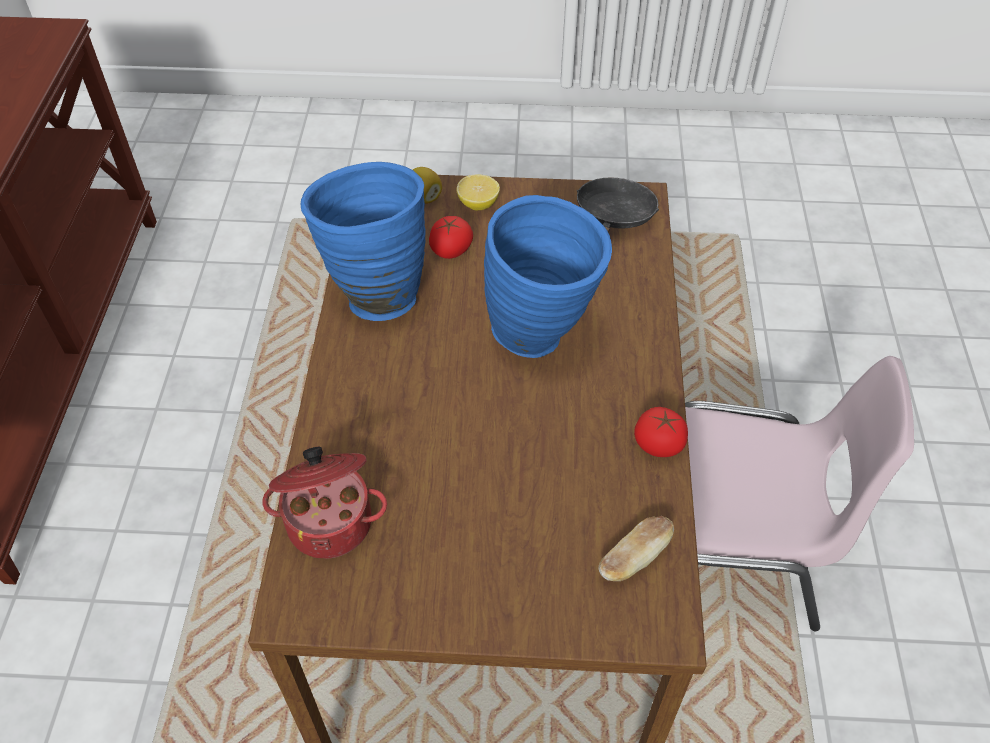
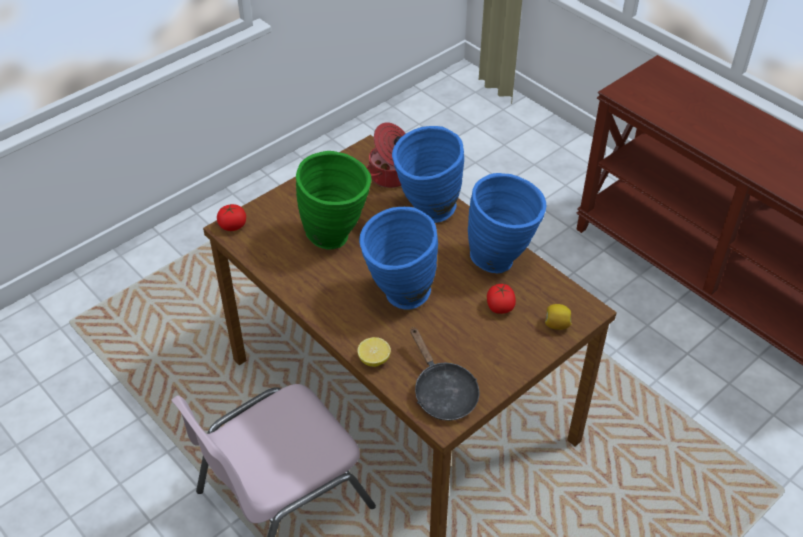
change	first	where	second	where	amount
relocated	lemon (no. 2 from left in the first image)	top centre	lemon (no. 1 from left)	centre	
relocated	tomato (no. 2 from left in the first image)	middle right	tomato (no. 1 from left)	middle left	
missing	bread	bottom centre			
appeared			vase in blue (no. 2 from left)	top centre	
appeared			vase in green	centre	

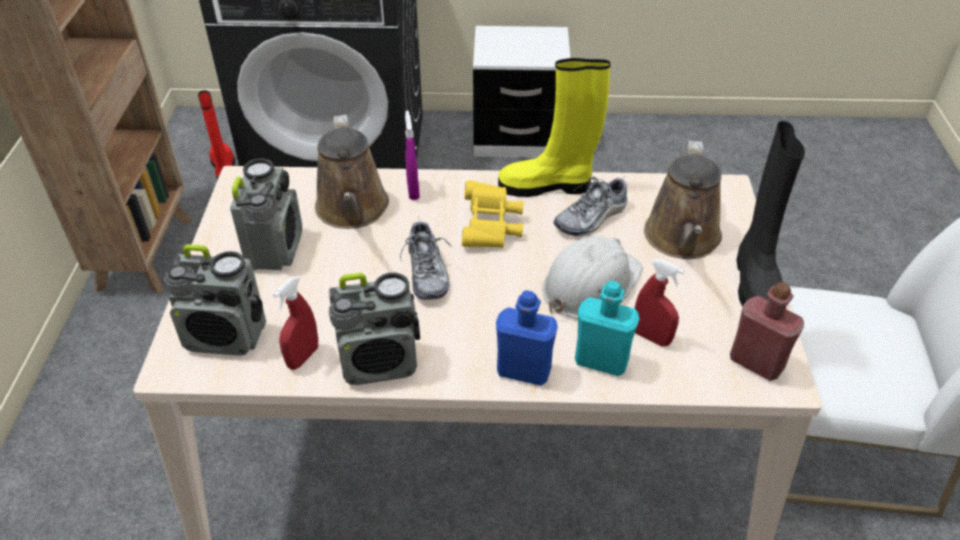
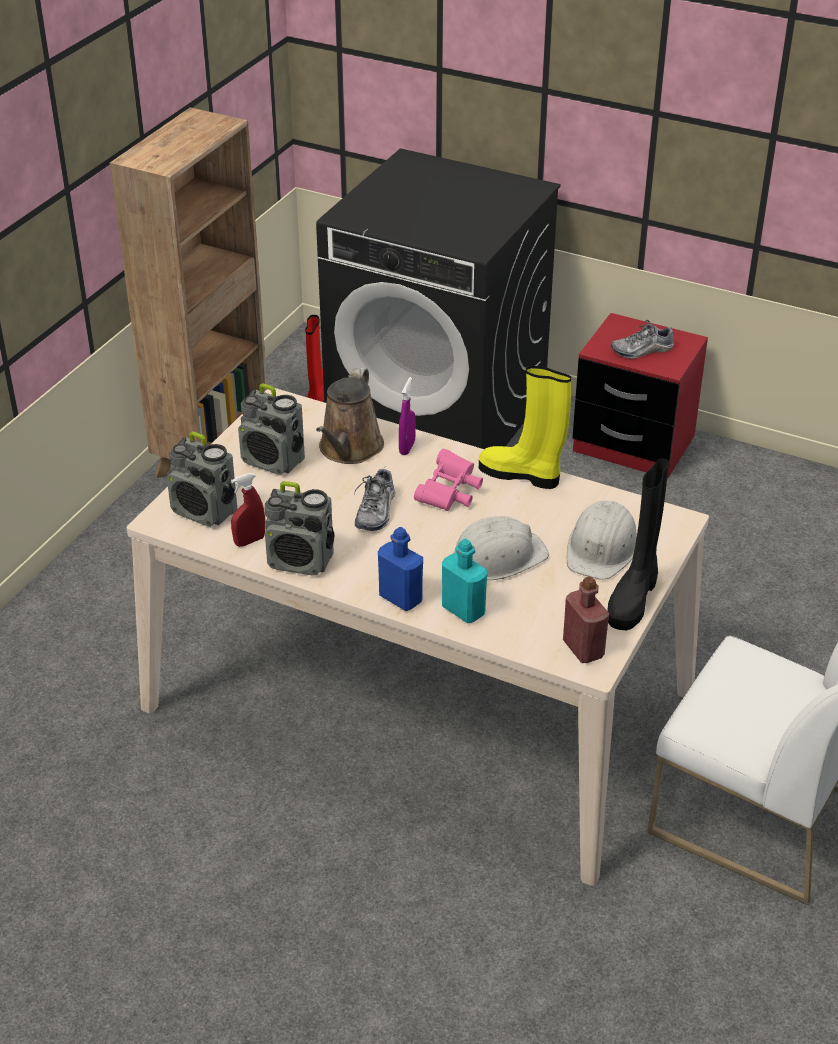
change	first	where	second	where	amount
colour	nightstand in white	top centre	nightstand in red	middle right	
exchanged	watering can in brown (no. 2 from left)	middle right	hard hat in white (no. 2 from left)	middle right	
spun	radio (no. 2 from left)	middle left		middle left	90 degrees clockwise
relocated	shoe (no. 2 from left)	centre		top right	
colour	binoculars in yellow	centre	binoculars in pink	centre	
missing	spray bottle in red (no. 2 from left)	middle right			

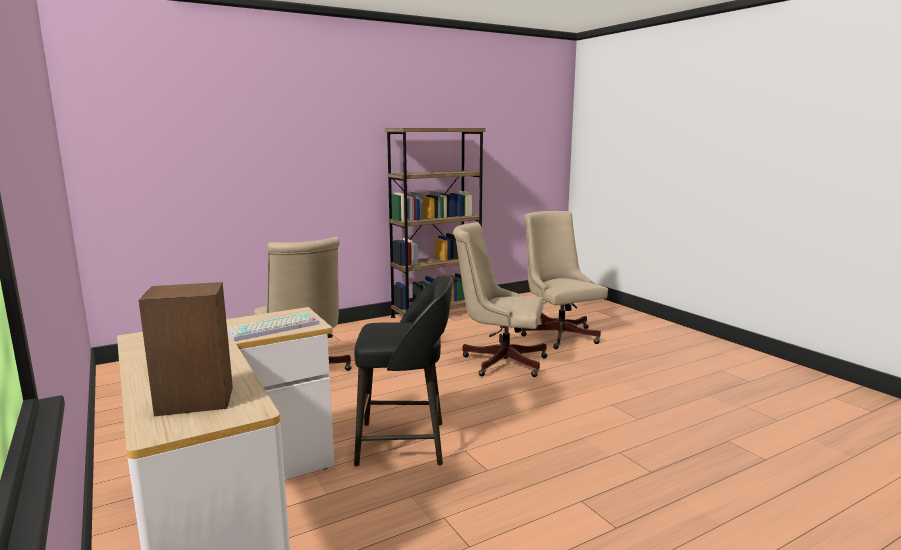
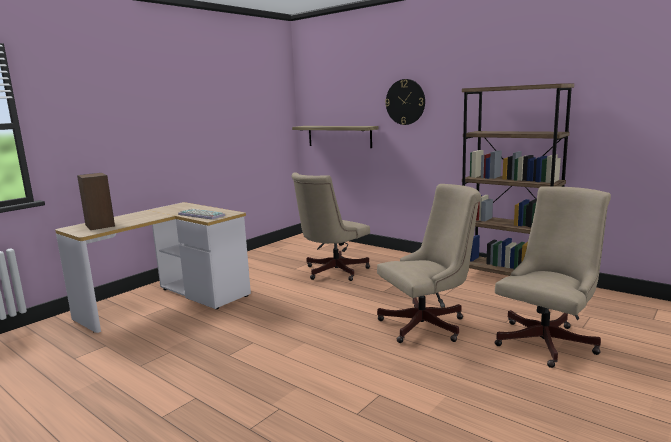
change	first	where	second	where	amount
spun	office chair in beige (no. 2 from left)	centre		centre	75 degrees clockwise
missing	stool in black	bottom centre			
appeared			wall clock	top centre	
appeared			shelf	top centre	

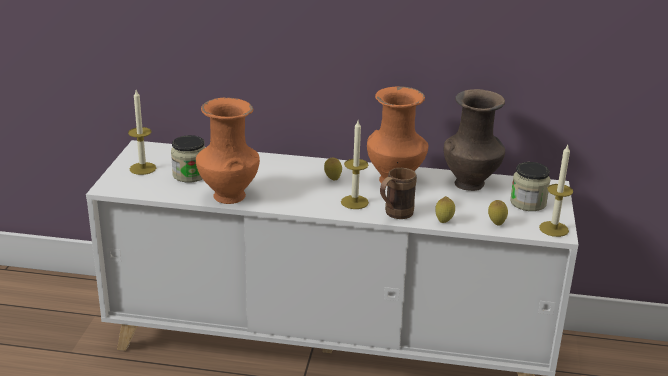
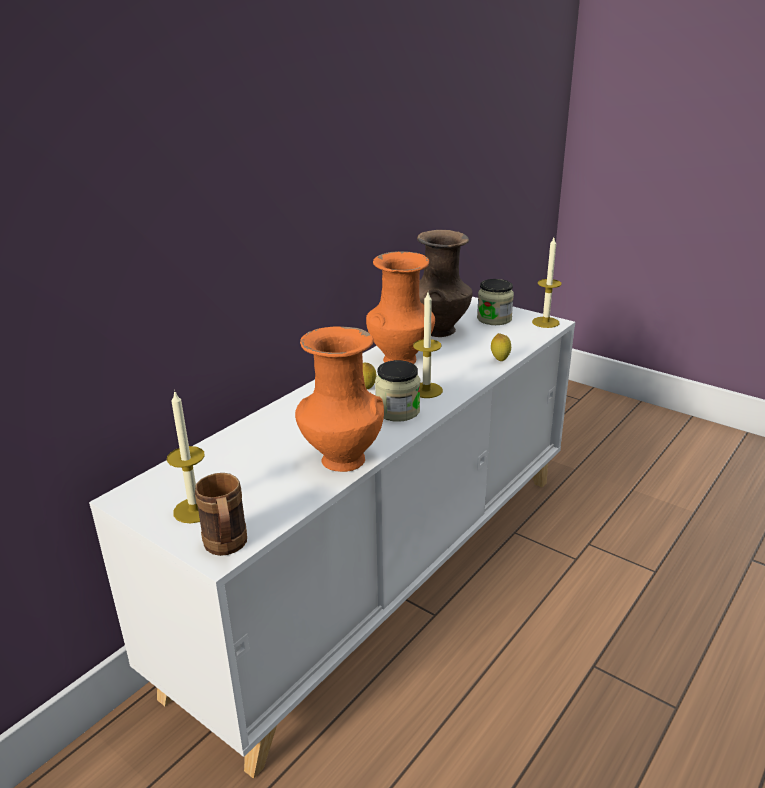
change	first	where	second	where	amount
relocated	jar (no. 1 from left)	middle left		centre	
relocated	mug in brown	centre		middle left	
missing	lemon (no. 3 from left)	middle right			

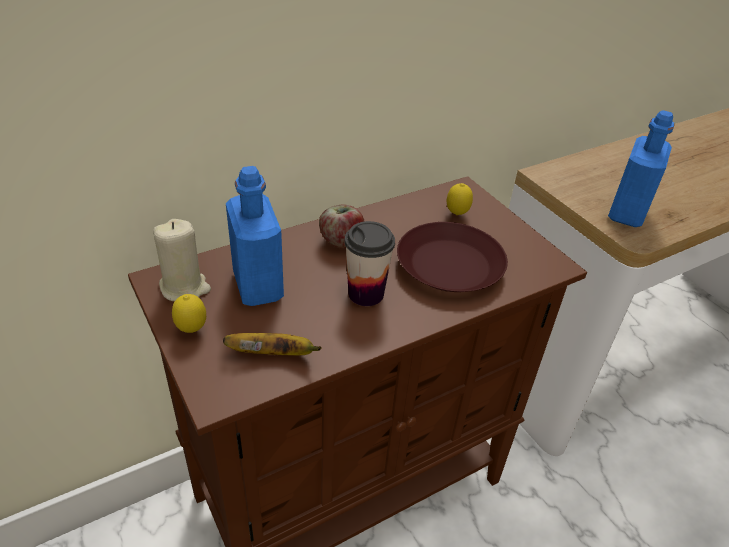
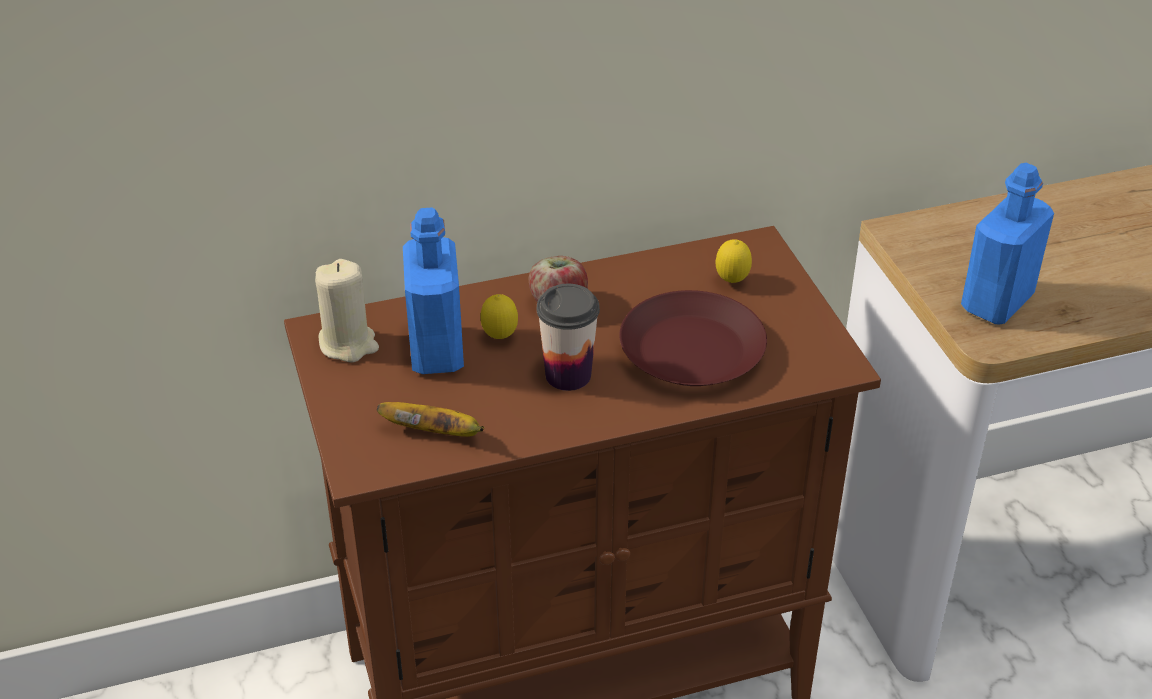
change	first	where	second	where	amount
relocated	lemon (no. 1 from left)	middle left		centre	

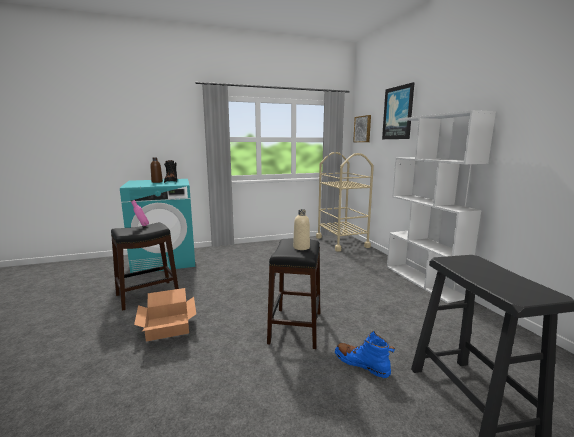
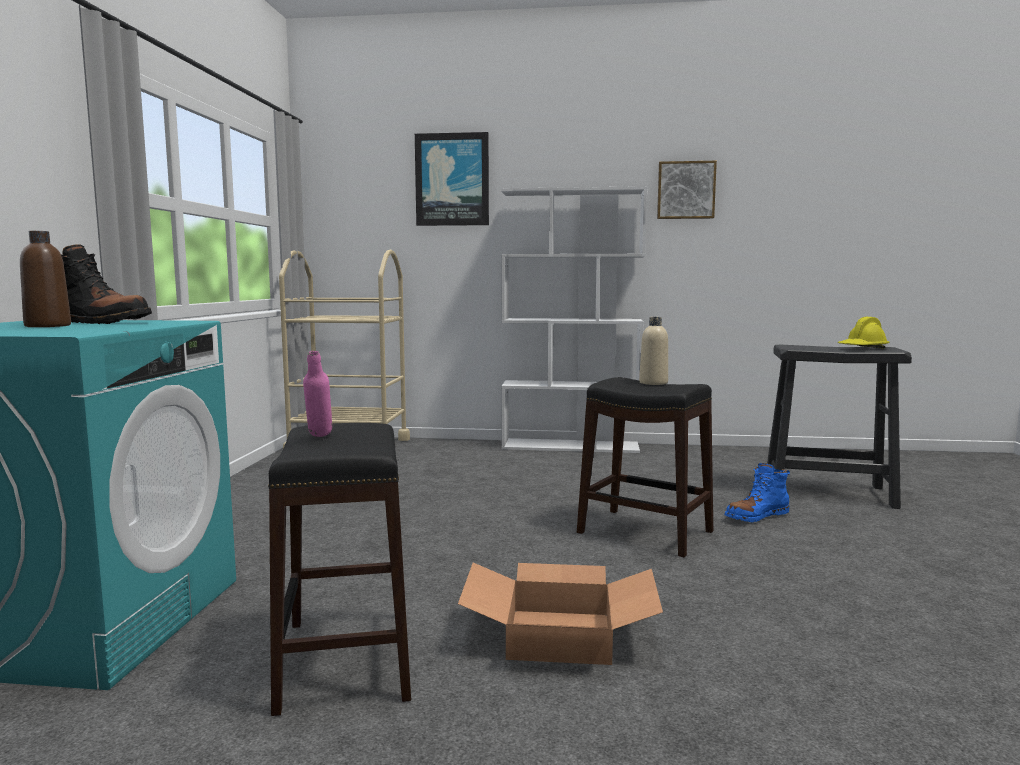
change	first	where	second	where	amount
relocated	picture (no. 1 from left in the first image)	top centre	picture (no. 2 from left)	top right	
appeared			hard hat in yellow	middle right	

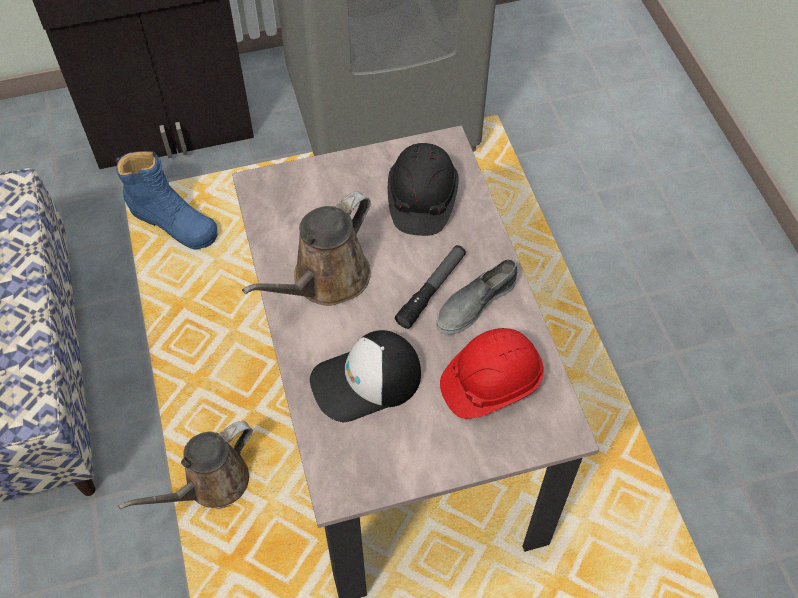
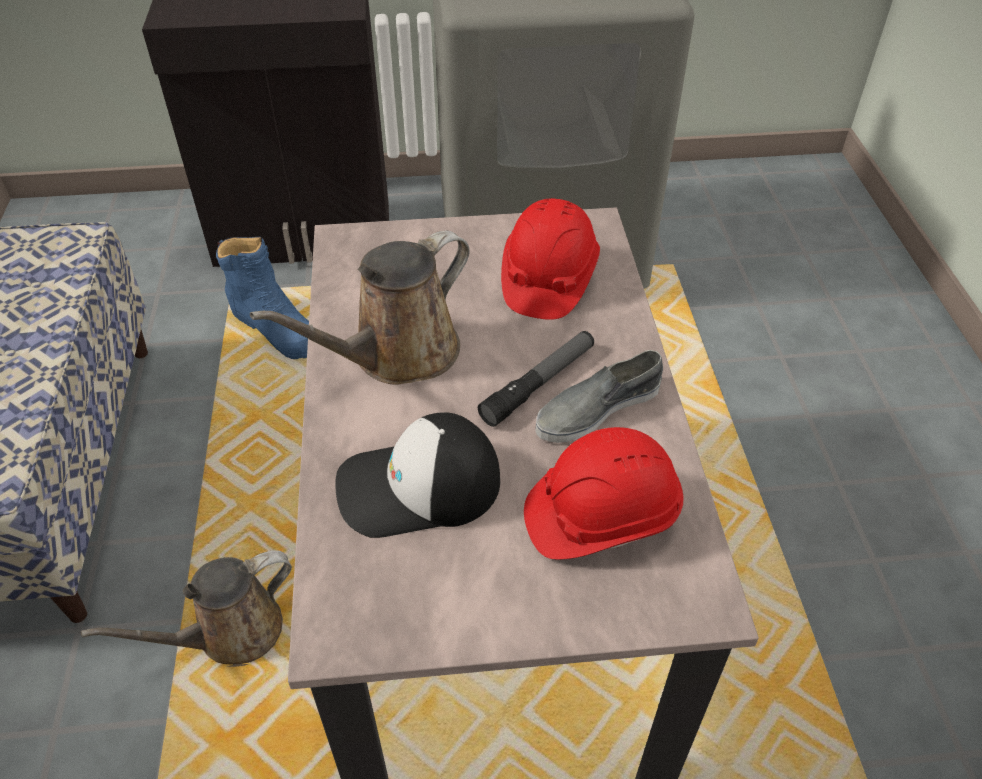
change	first	where	second	where	amount
colour	hard hat in black	top centre	hard hat in red (no. 1 from left)	top centre	

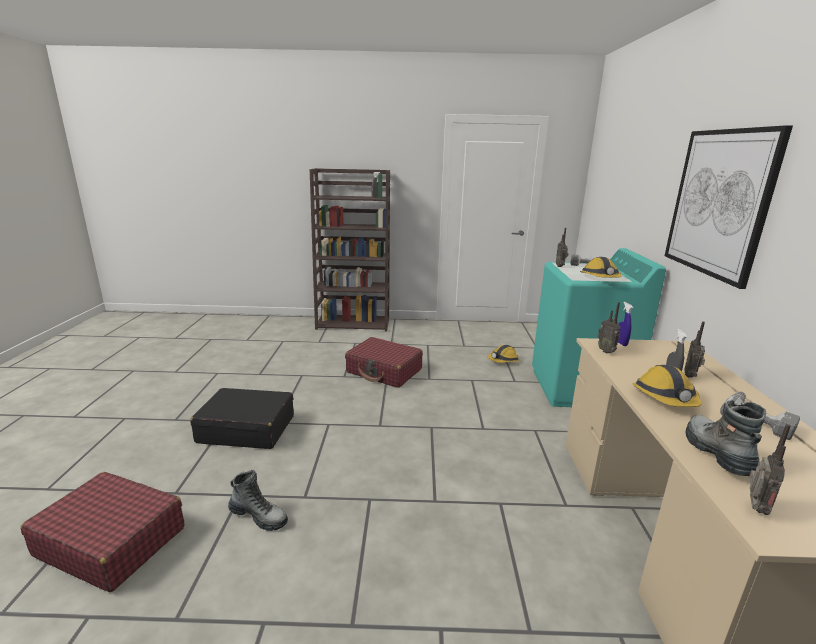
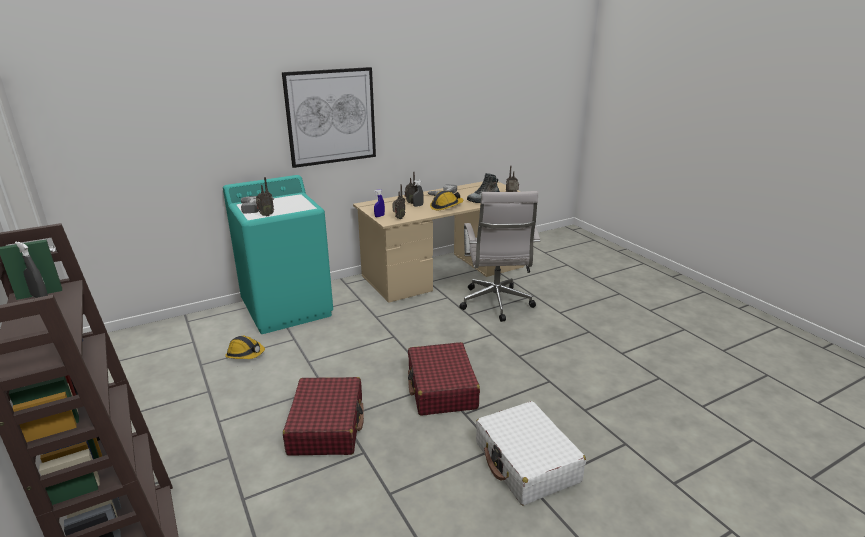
change	first	where	second	where	amount
missing	hard hat (no. 2 from left)	middle right			
colour	suitcase in black	middle left	suitcase in white	bottom centre	
missing	boot (no. 1 from left)	bottom left			
relocated	suitcase in red (no. 1 from left in the first image)	bottom left	suitcase in red (no. 2 from left)	bottom centre	
appeared			office chair in white	centre	

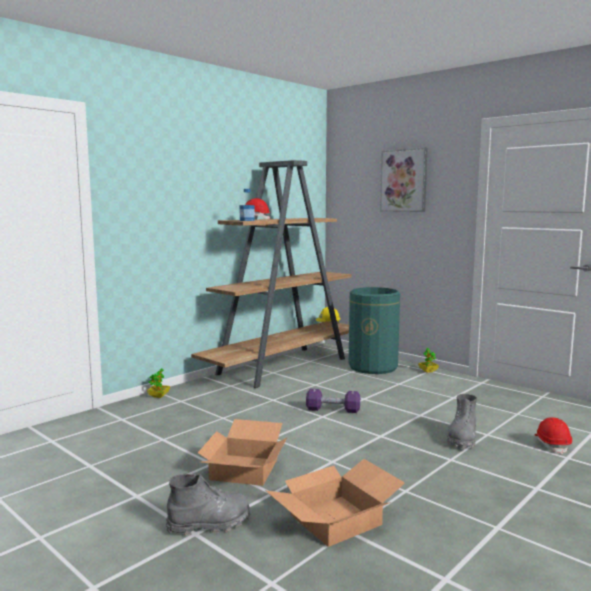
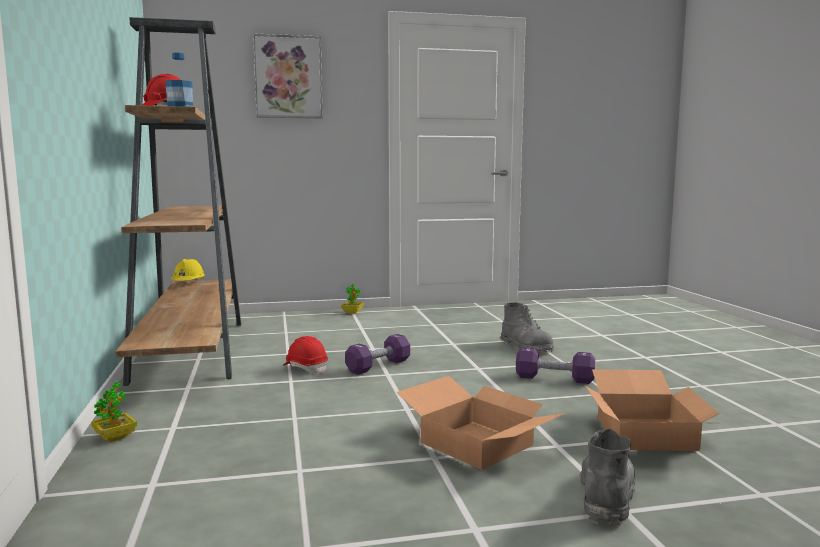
change	first	where	second	where	amount
missing	trash can in green	centre			
relocated	hard hat in red (no. 2 from left)	bottom right		centre	
appeared			dumbbell in purple (no. 2 from left)	bottom right	

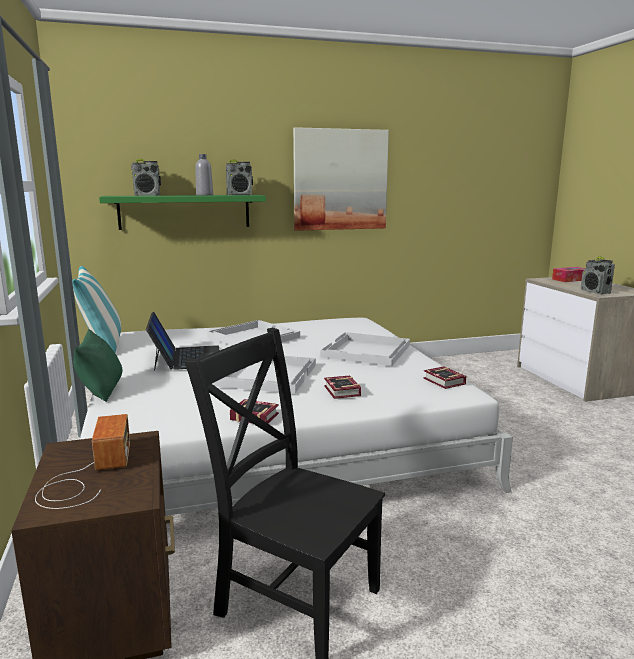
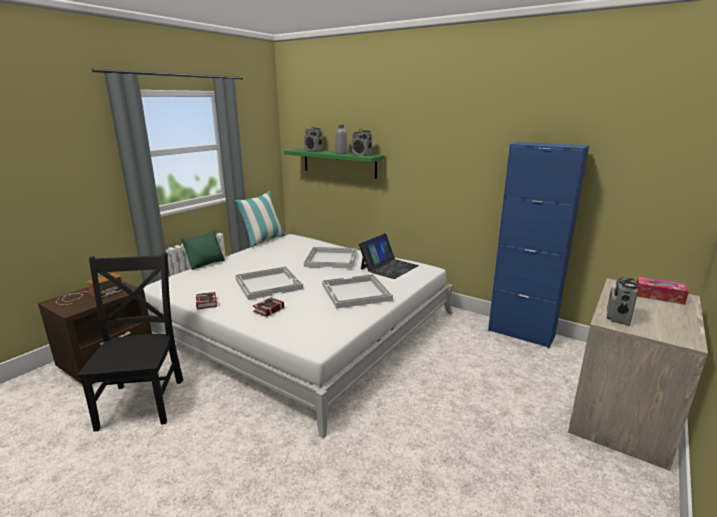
change	first	where	second	where	amount
missing	picture	top centre			
relocated	laptop	middle left		centre	
missing	book (no. 3 from left)	middle right			
appeared			cabinet in blue	middle right	

